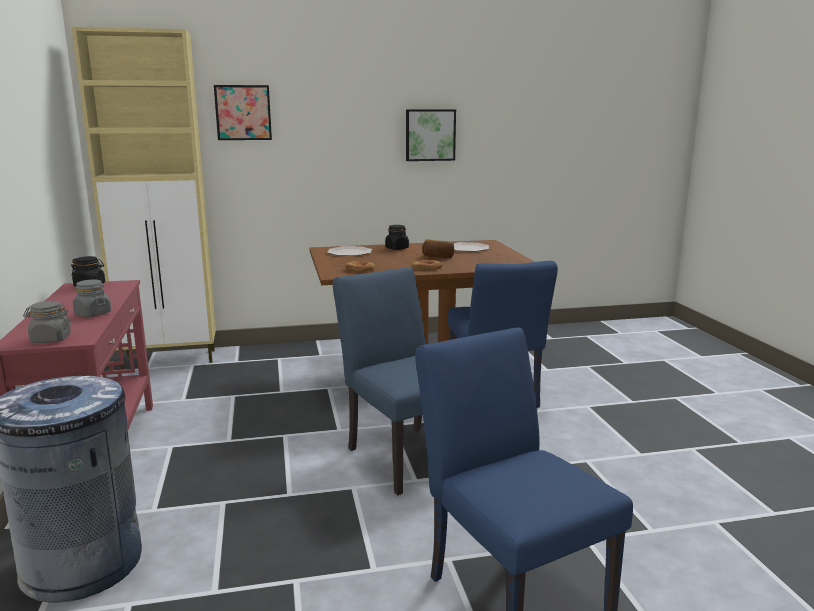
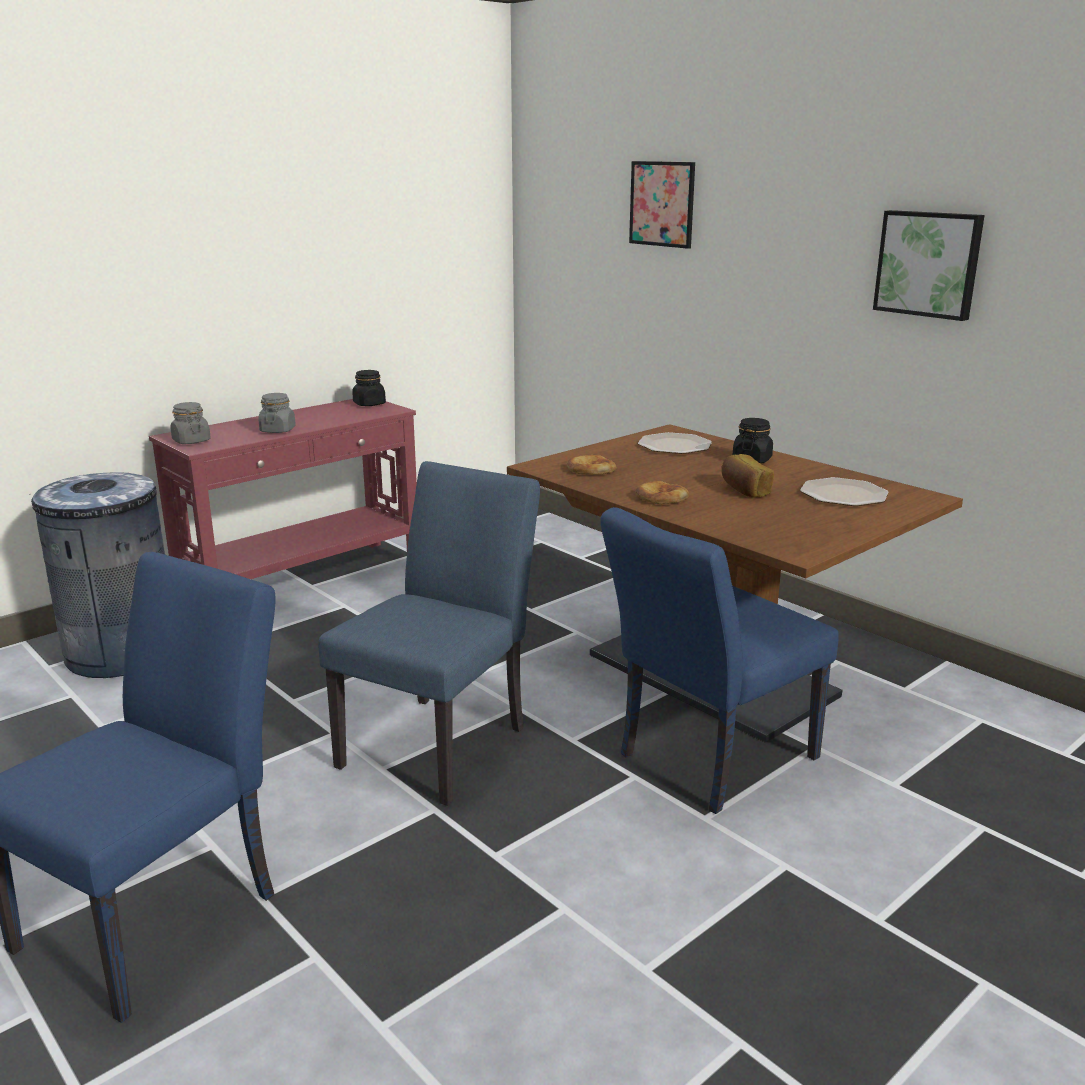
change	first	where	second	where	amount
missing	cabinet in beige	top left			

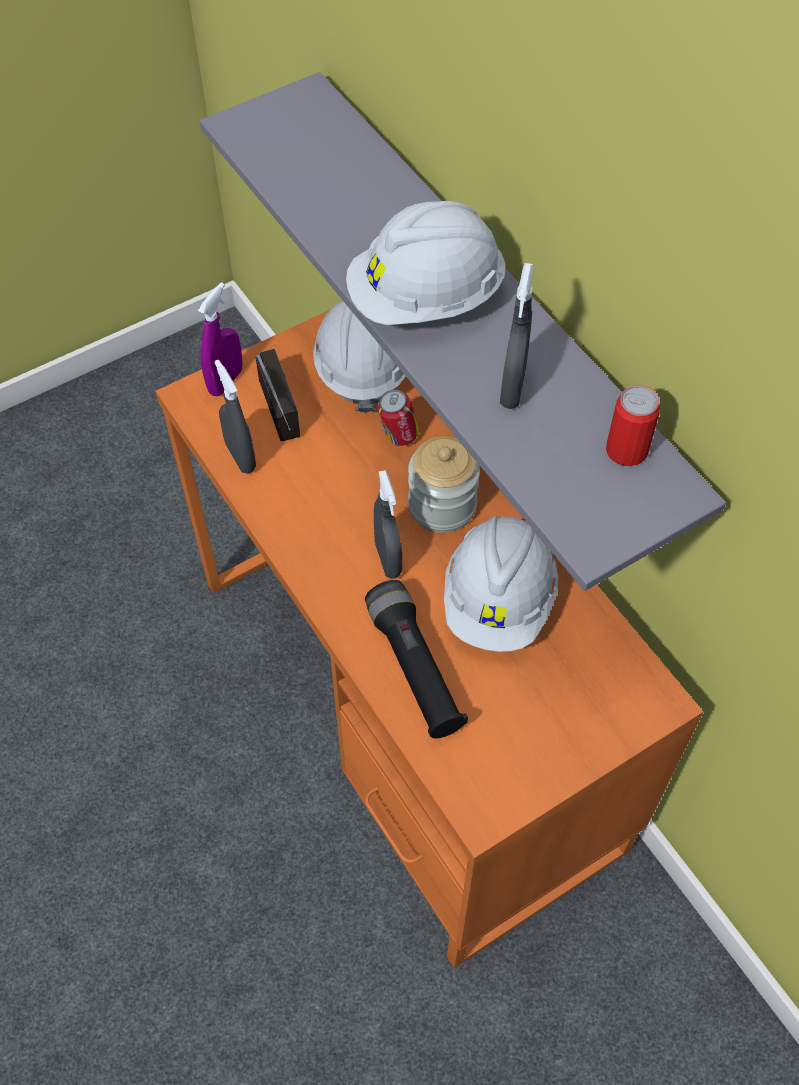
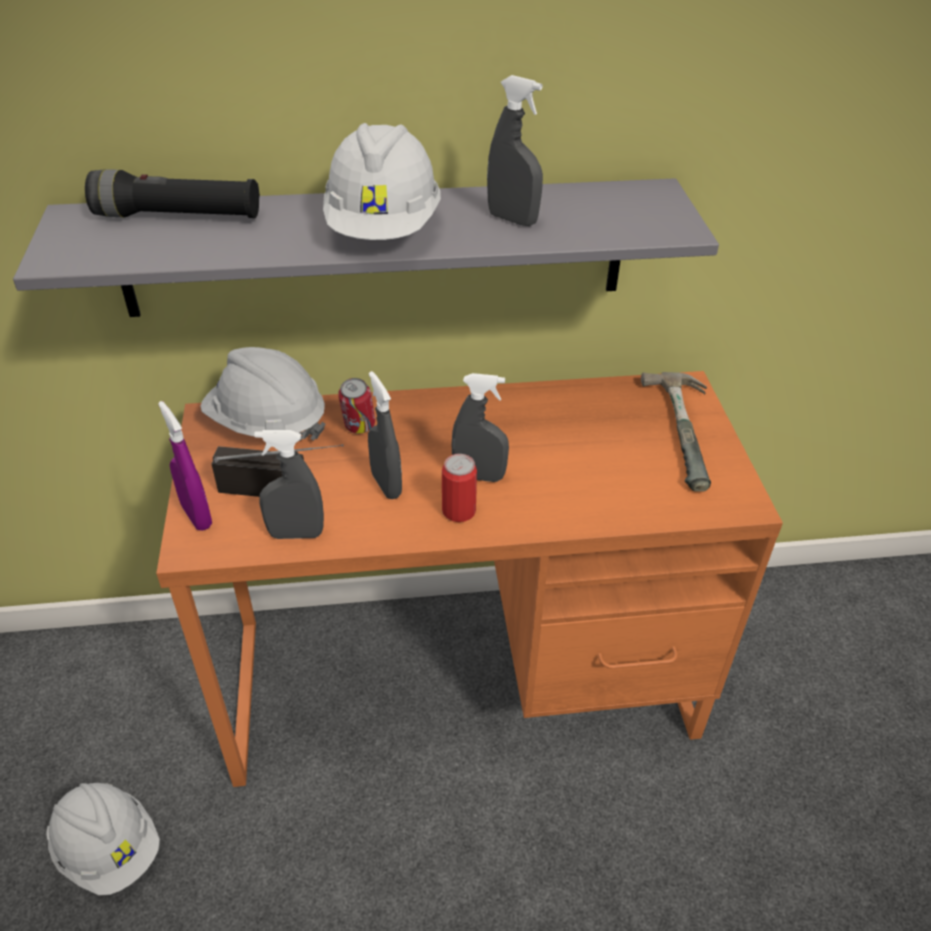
change	first	where	second	where	amount
relocated	can (no. 2 from left)	middle right		centre	
missing	jar	centre			
relocated	hard hat in white (no. 3 from left in the first image)	centre	hard hat in white (no. 1 from left)	bottom left	
relocated	flashlight in black	centre		top left	
appeared			spray bottle in grey (no. 2 from left)	centre	
appeared			hammer	middle right	

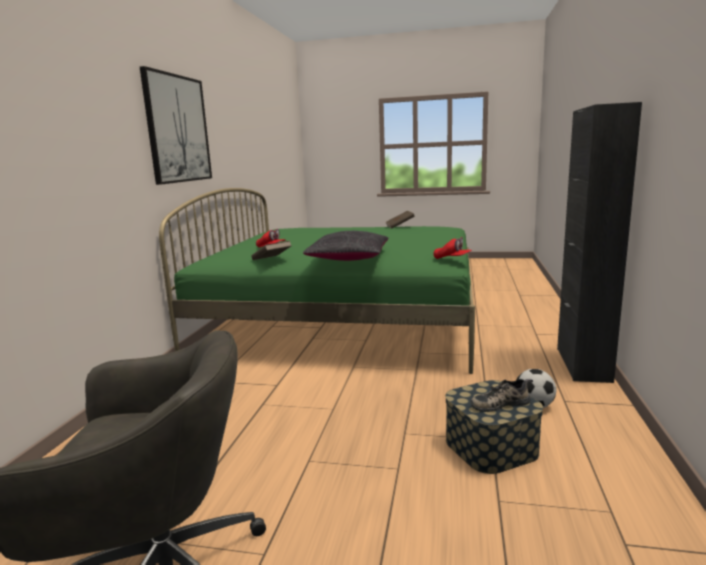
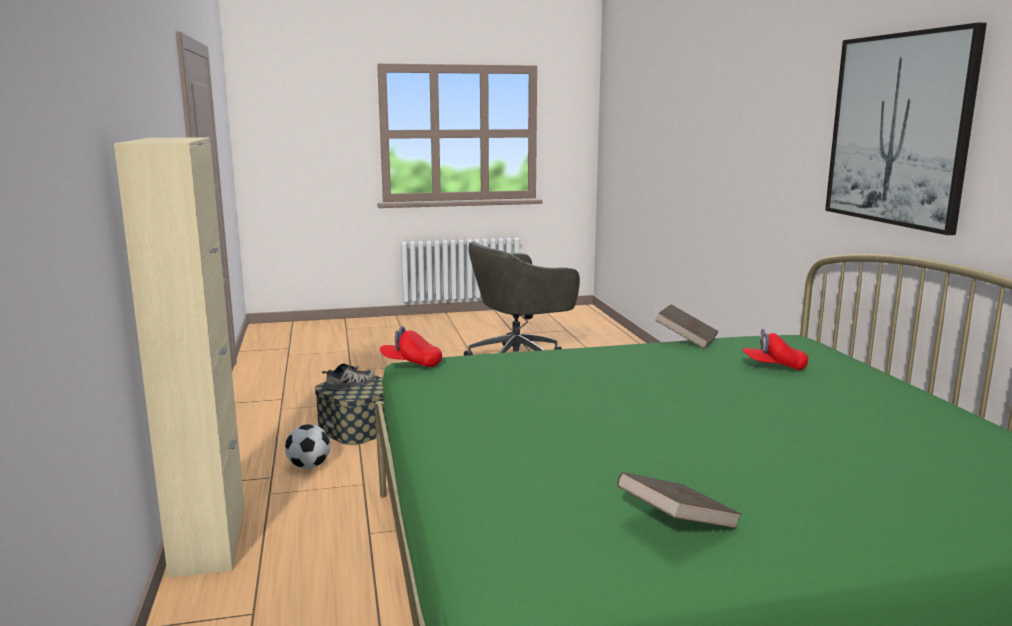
change	first	where	second	where	amount
colour	cabinet in black	middle right	cabinet in beige	middle left	
missing	pillow in black	centre			

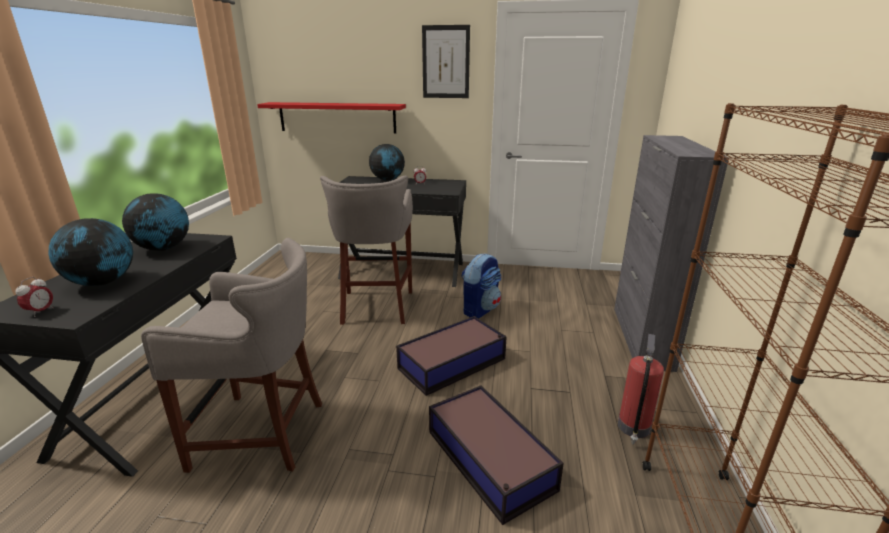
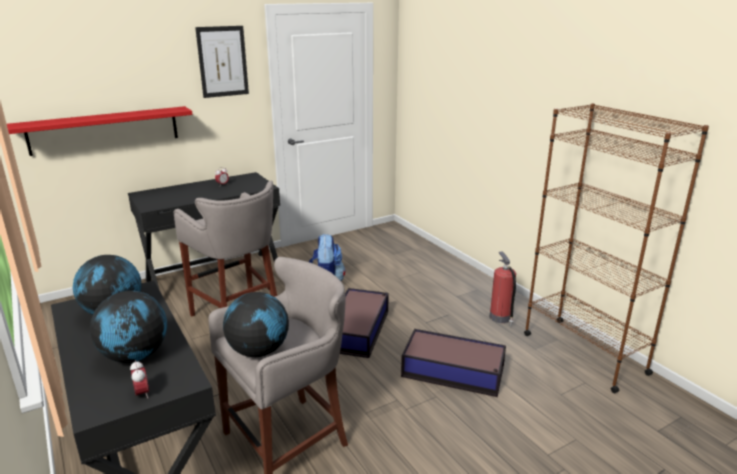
change	first	where	second	where	amount
missing	cabinet in grey	middle right			
relocated	globe (no. 3 from left)	top centre		bottom centre	

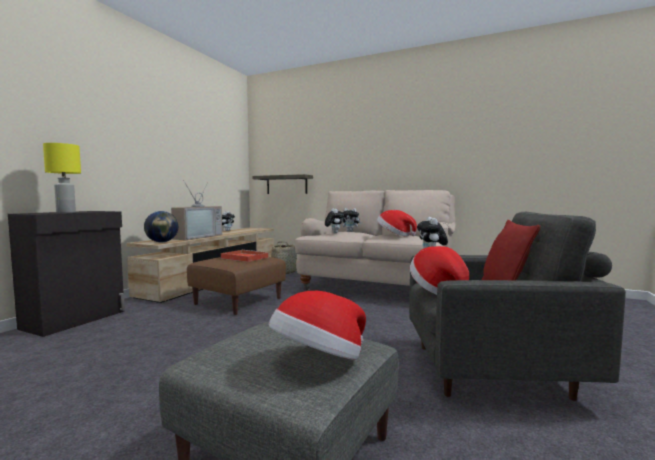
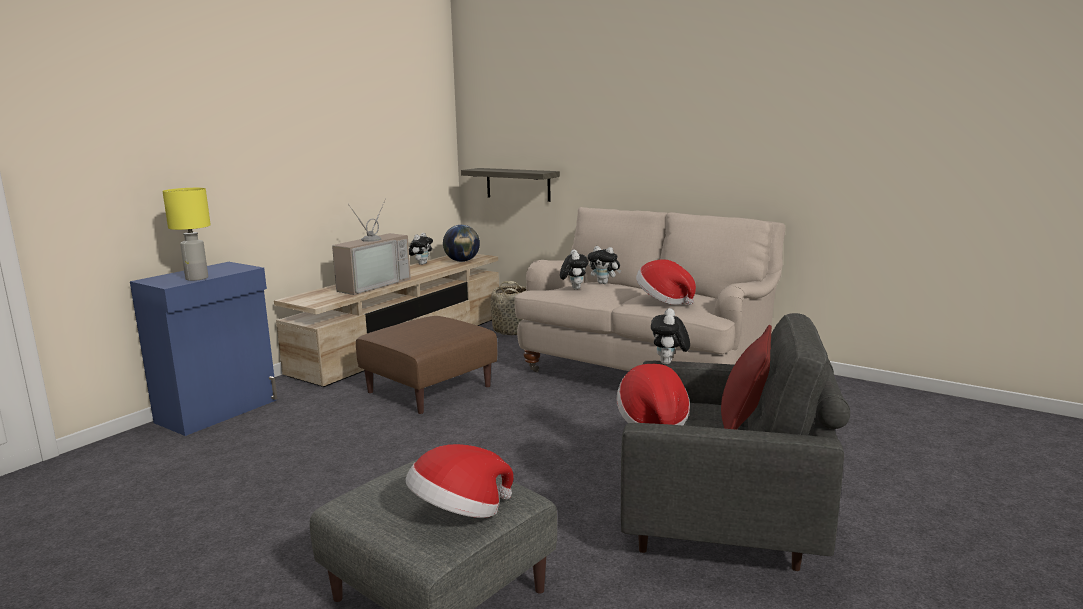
change	first	where	second	where	amount
colour	cabinet in black	middle left	cabinet in blue	middle left	
relocated	globe	middle left		centre	
missing	tray in red	centre			

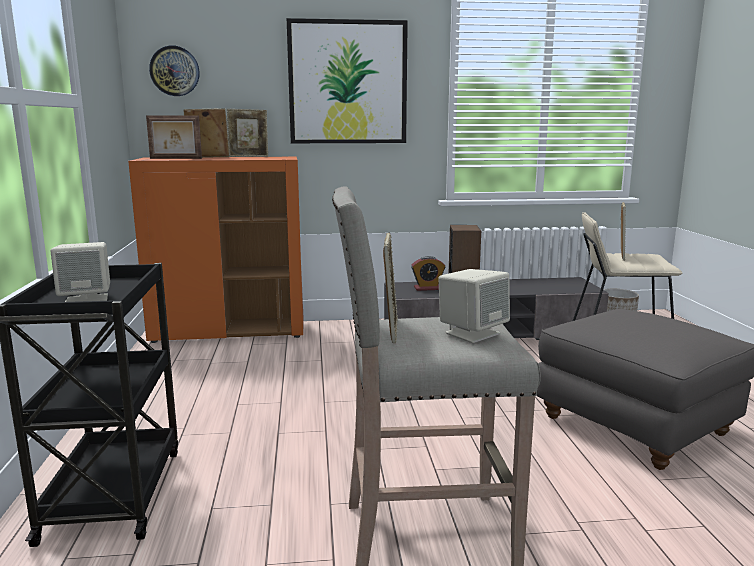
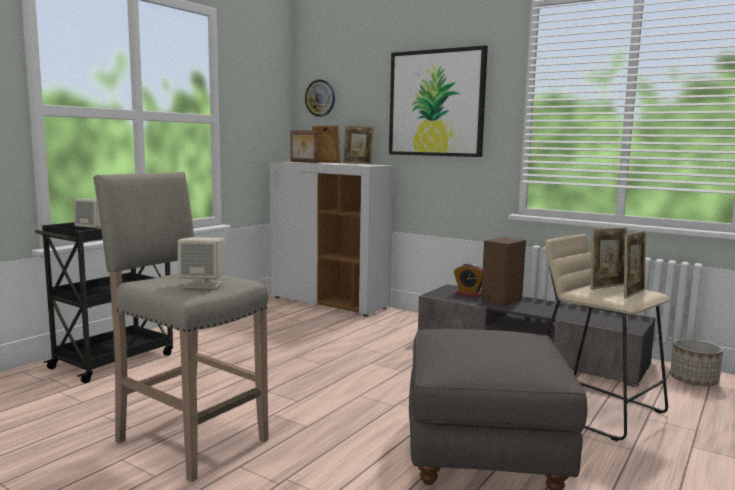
change	first	where	second	where	amount
colour	cabinet in orange	middle left	cabinet in white	centre	
relocated	picture frame (no. 4 from left in the first image)	centre	picture frame (no. 5 from left)	middle right	

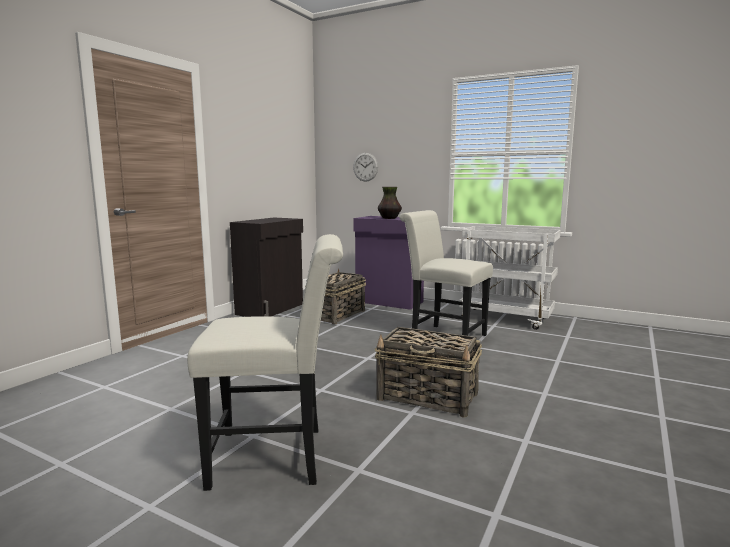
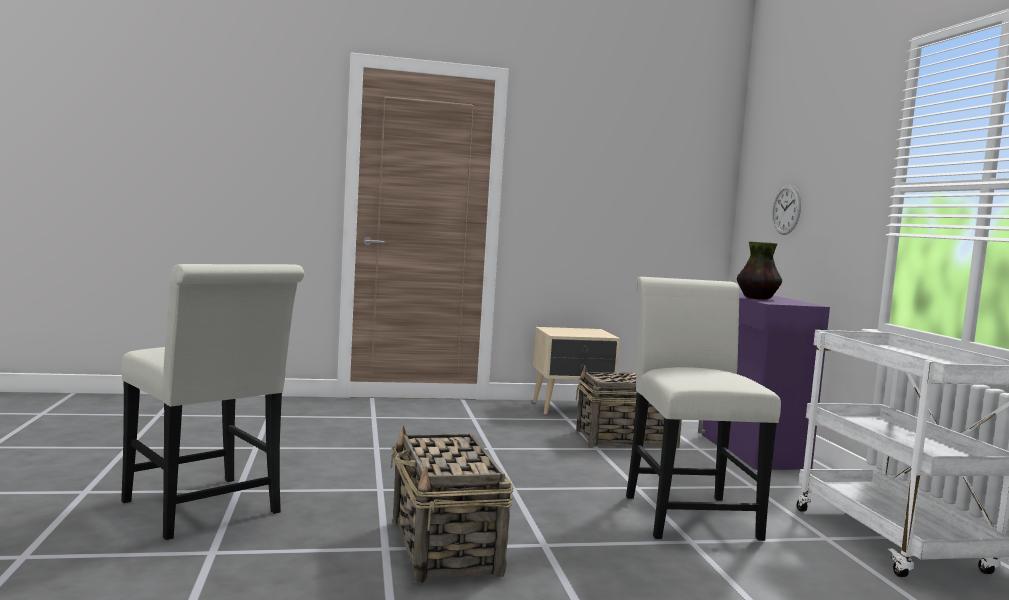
change	first	where	second	where	amount
exchanged	cabinet in black	centre	nightstand in beige	centre	

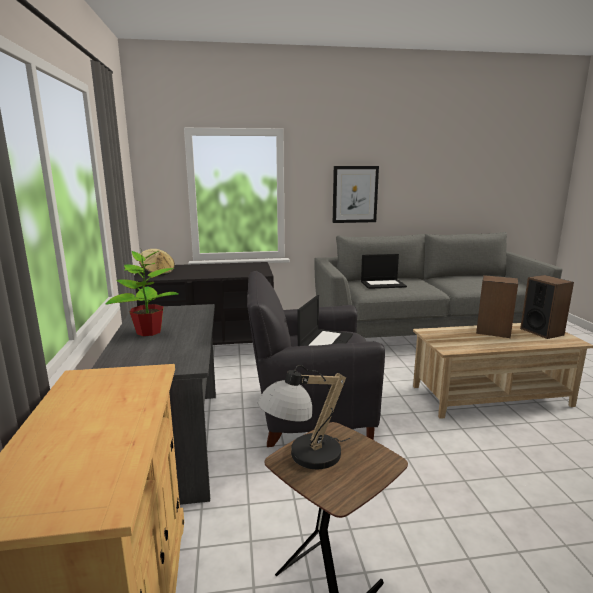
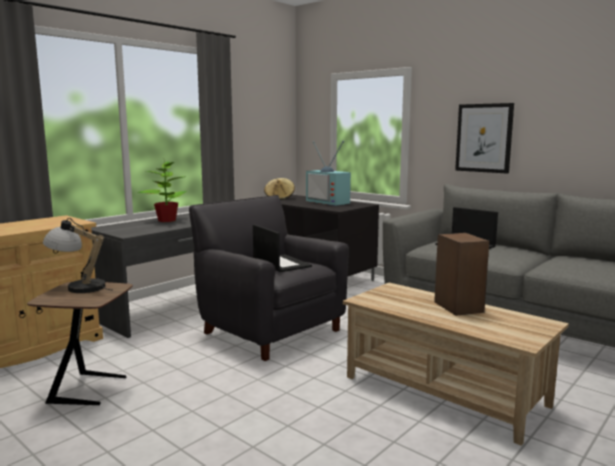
change	first	where	second	where	amount
missing	speaker (no. 2 from left)	middle right			
spun	laptop (no. 1 from left)	centre		centre	105 degrees counterclockwise
appeared			television	centre	

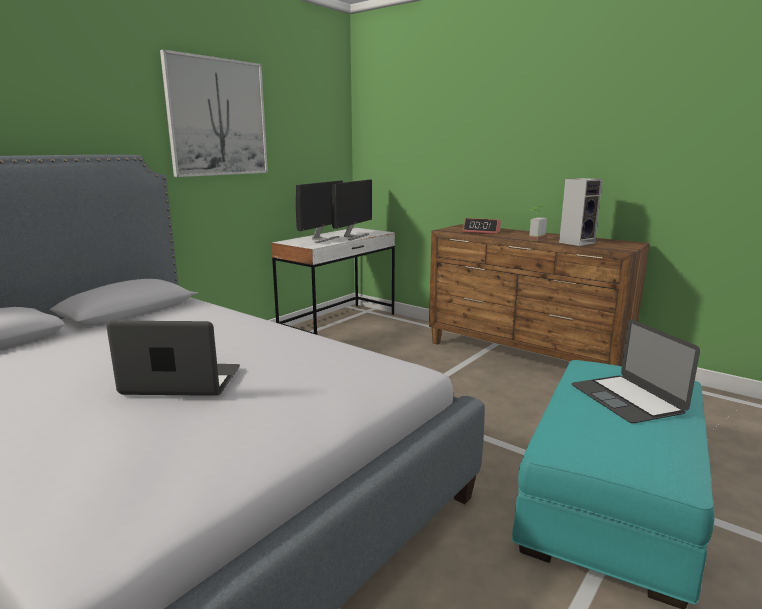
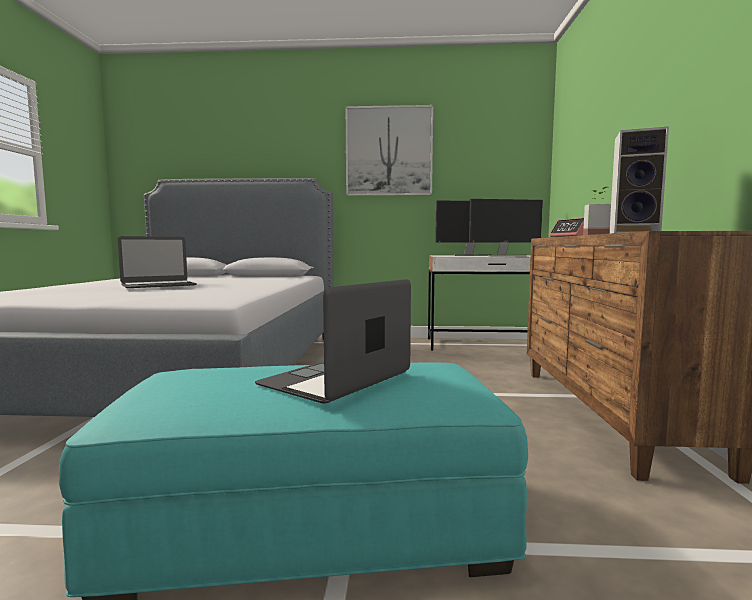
change	first	where	second	where	amount
spun	laptop (no. 1 from left)	middle left		middle left	90 degrees clockwise

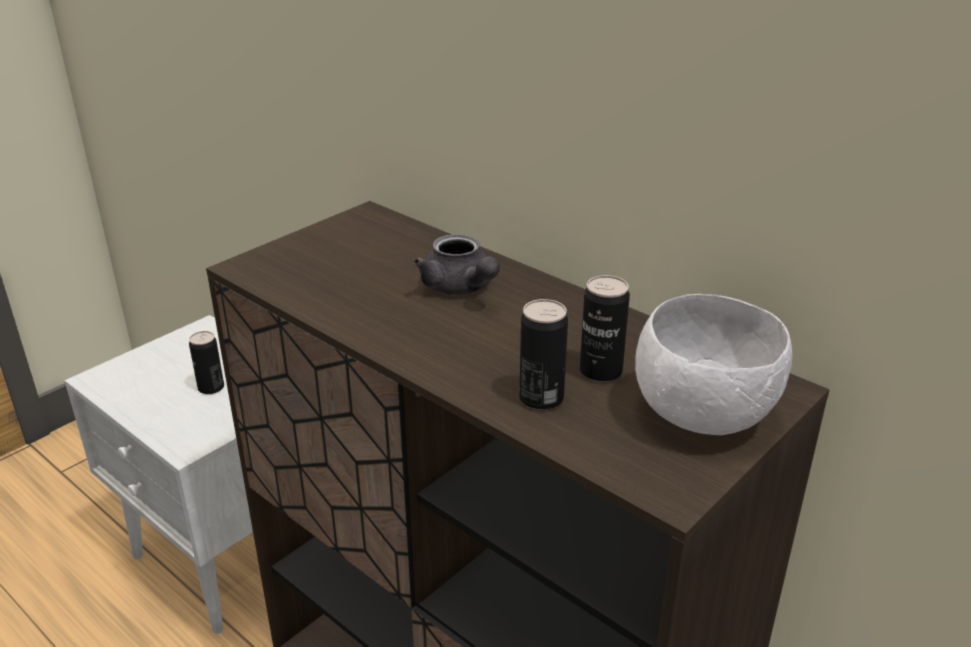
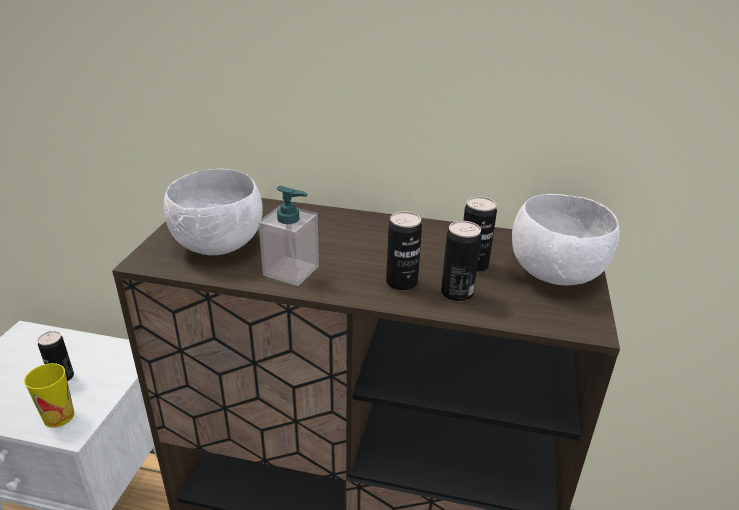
change	first	where	second	where	amount
missing	teapot in grey	centre			
appeared			bowl in white (no. 1 from left)	middle left	
appeared			soap dispenser	centre	
appeared			can (no. 2 from left)	centre	
appeared			cup	bottom left	

